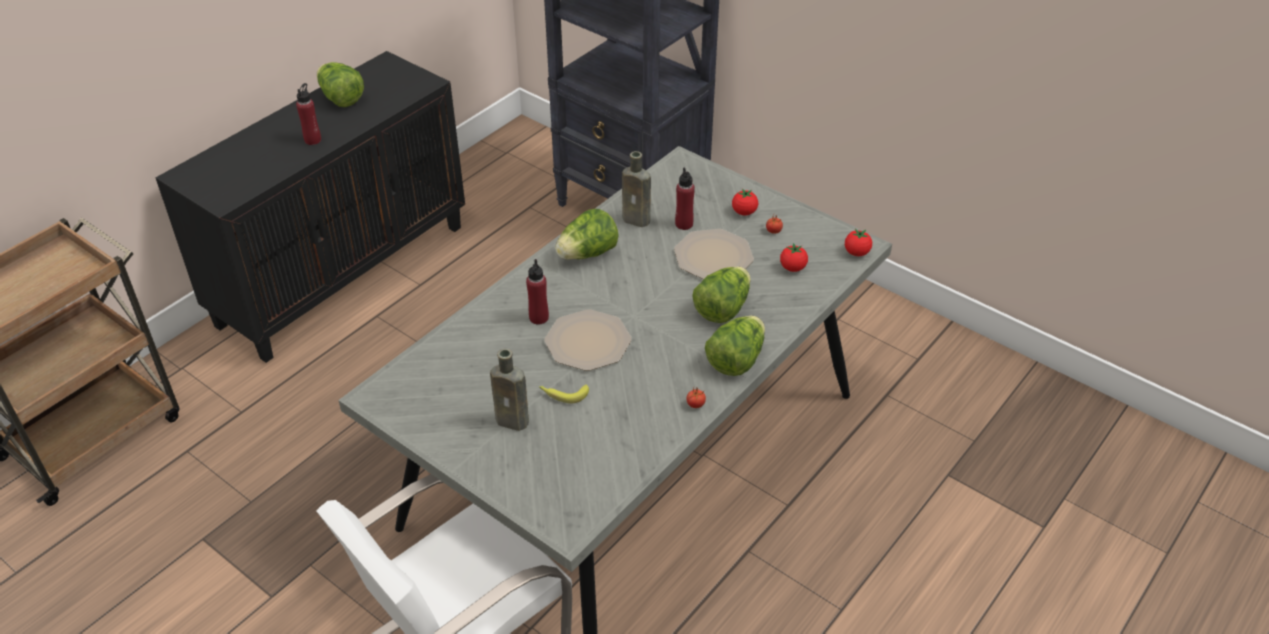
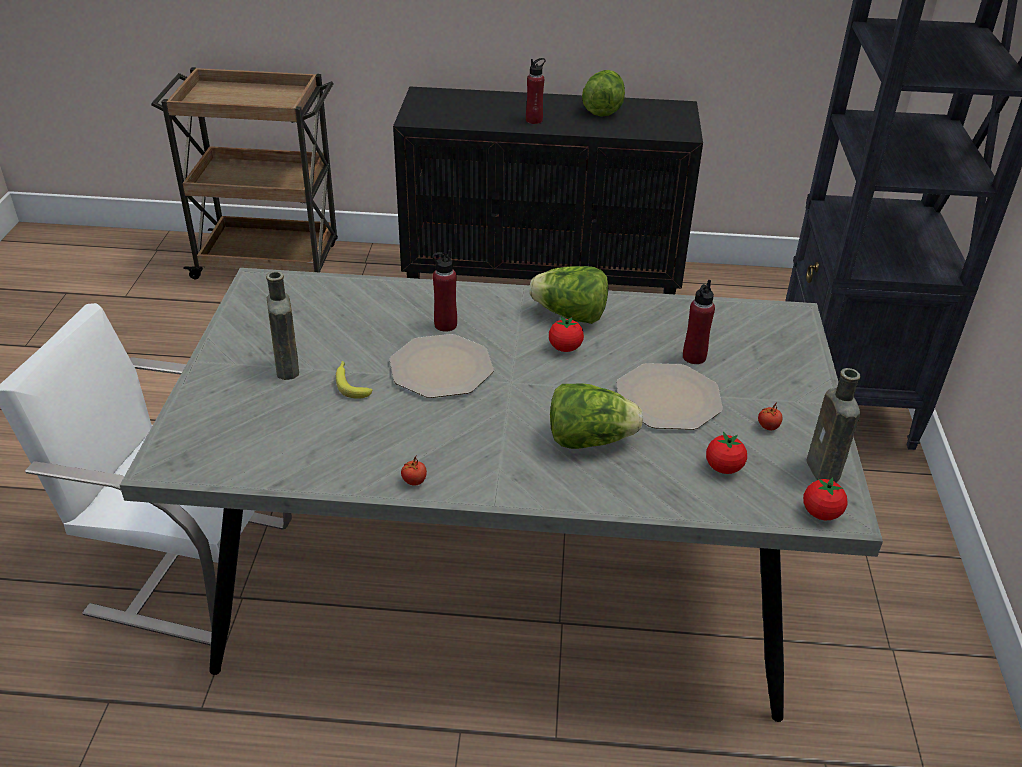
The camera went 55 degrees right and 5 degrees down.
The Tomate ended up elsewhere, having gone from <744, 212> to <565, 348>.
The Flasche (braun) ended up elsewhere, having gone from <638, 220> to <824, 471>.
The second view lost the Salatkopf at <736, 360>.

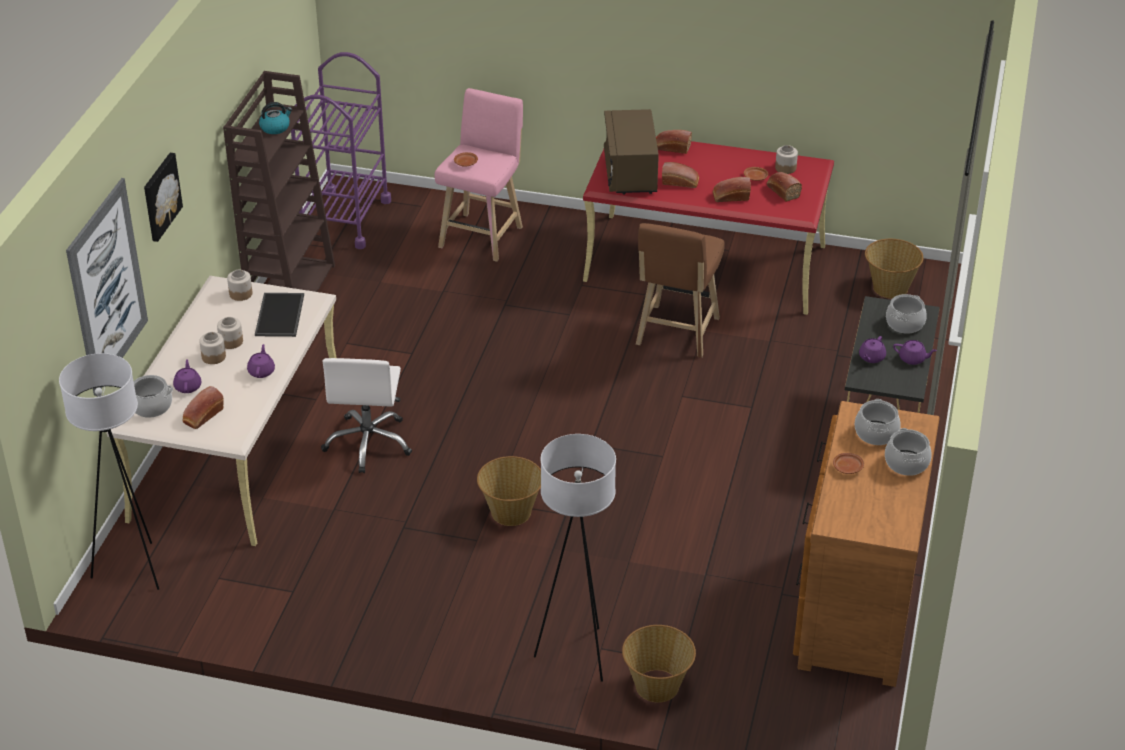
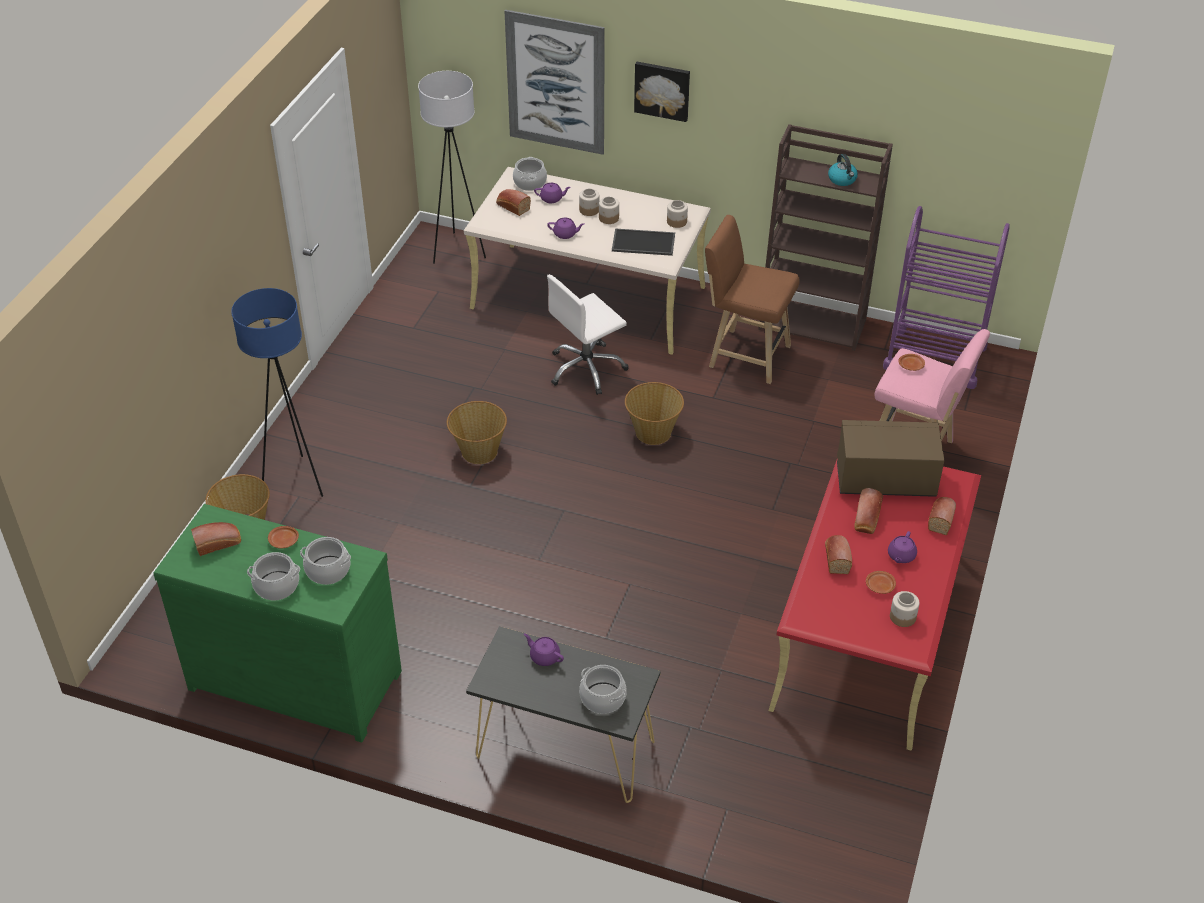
The camera went 95 degrees right and 5 degrees up.
What was the Kommode (braun) at <855, 607> turned into the Kommode (grün) at <296, 677>.
The Brot ended up elsewhere, having gone from <782, 191> to <219, 543>.
What was the Stehlampe (weiß) at <577, 655> turned into the Stehlampe (blau) at <296, 481>.
The Bürostuhl (weiß) at <369, 443> ended up facing another way, 45 degrees counterclockwise from before.
The Korb ended up elsewhere, having gone from <889, 288> to <653, 432>.
The Hocker (braun) ended up elsewhere, having gone from <676, 334> to <745, 355>.
The Teekanne (lila) ended up elsewhere, having gone from <912, 359> to <901, 556>.

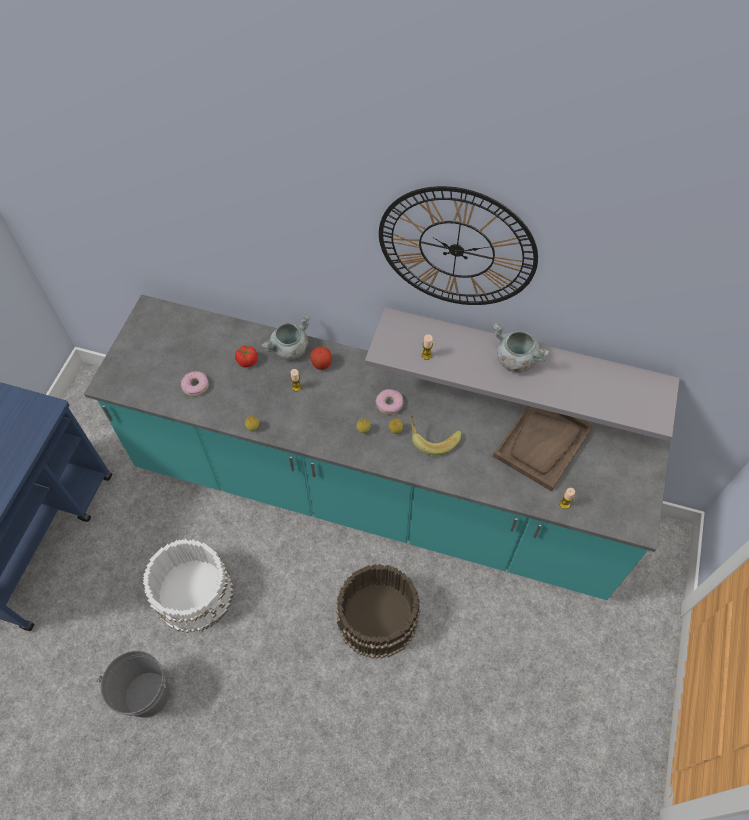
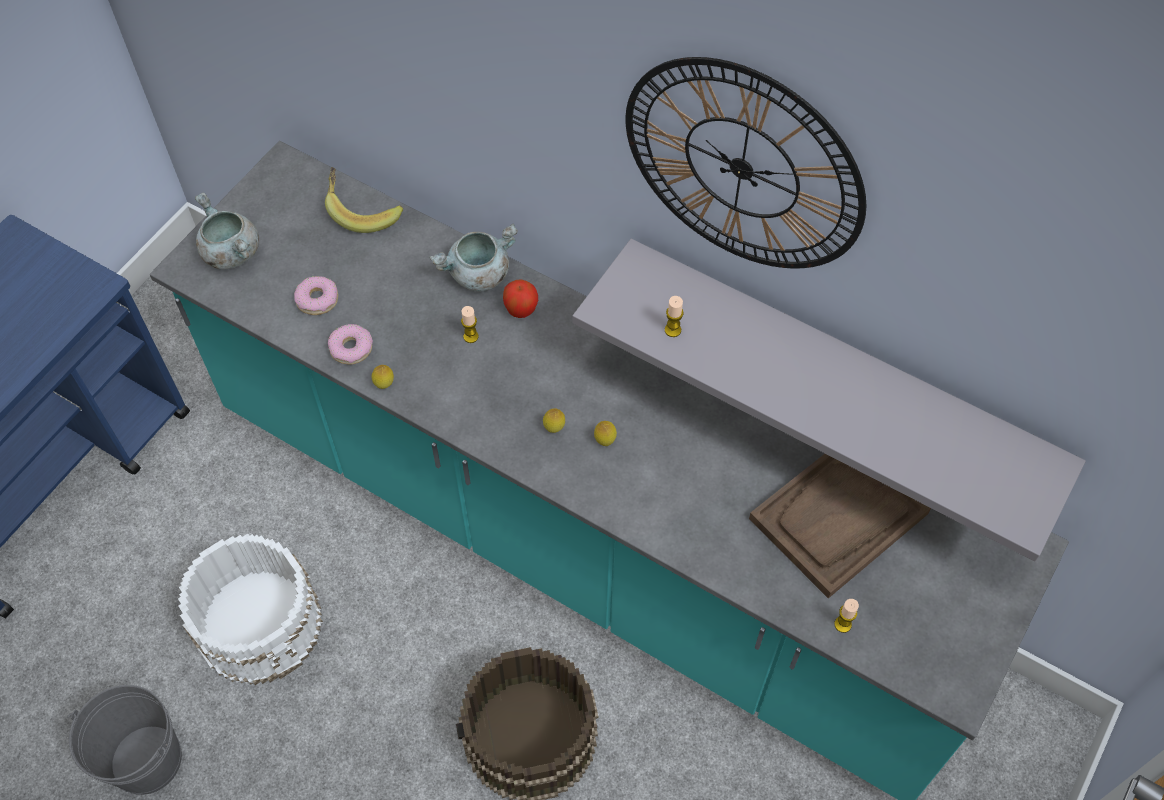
The camera went 15 degrees right and 0 degrees up.
The Kochtopf (grau) ended up elsewhere, having gone from <515, 360> to <230, 252>.
The Banane ended up elsewhere, having gone from <432, 438> to <363, 210>.
The Donut ended up elsewhere, having gone from <389, 404> to <351, 348>.
The second view lost the Tomate at <247, 361>.

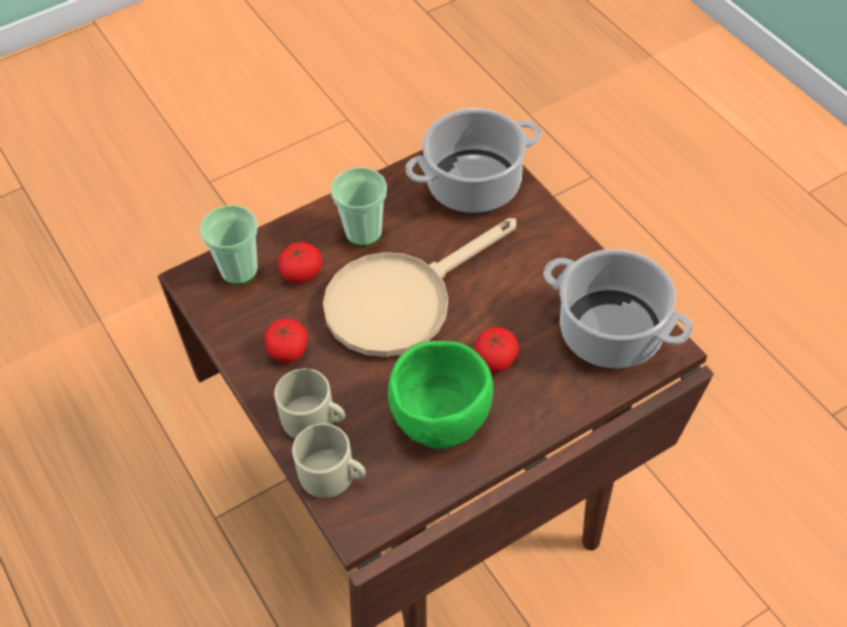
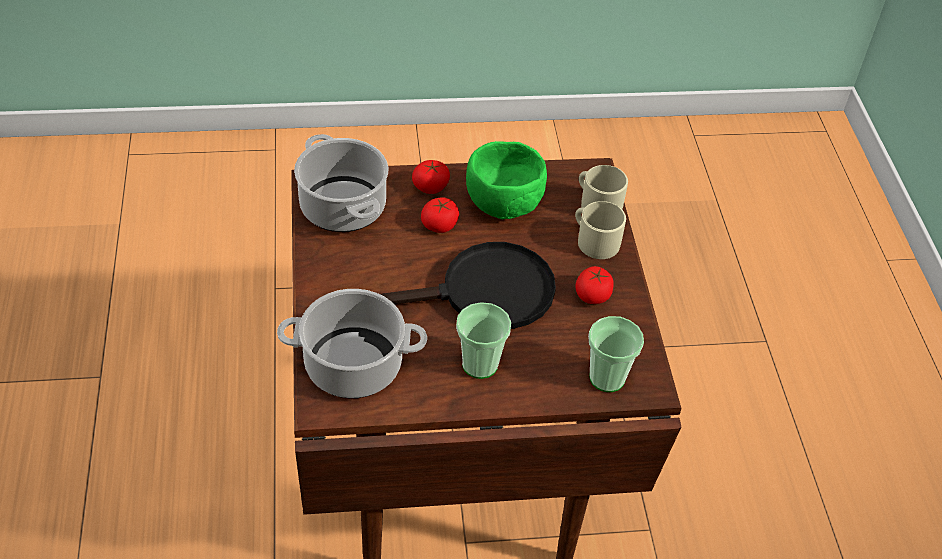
The camera went 160 degrees left and 5 degrees down.
What was the Pfanne (beige) at <402, 299> turned into the Pfanne (schwarz) at <481, 294>.
The Tomate ended up elsewhere, having gone from <301, 272> to <430, 186>.

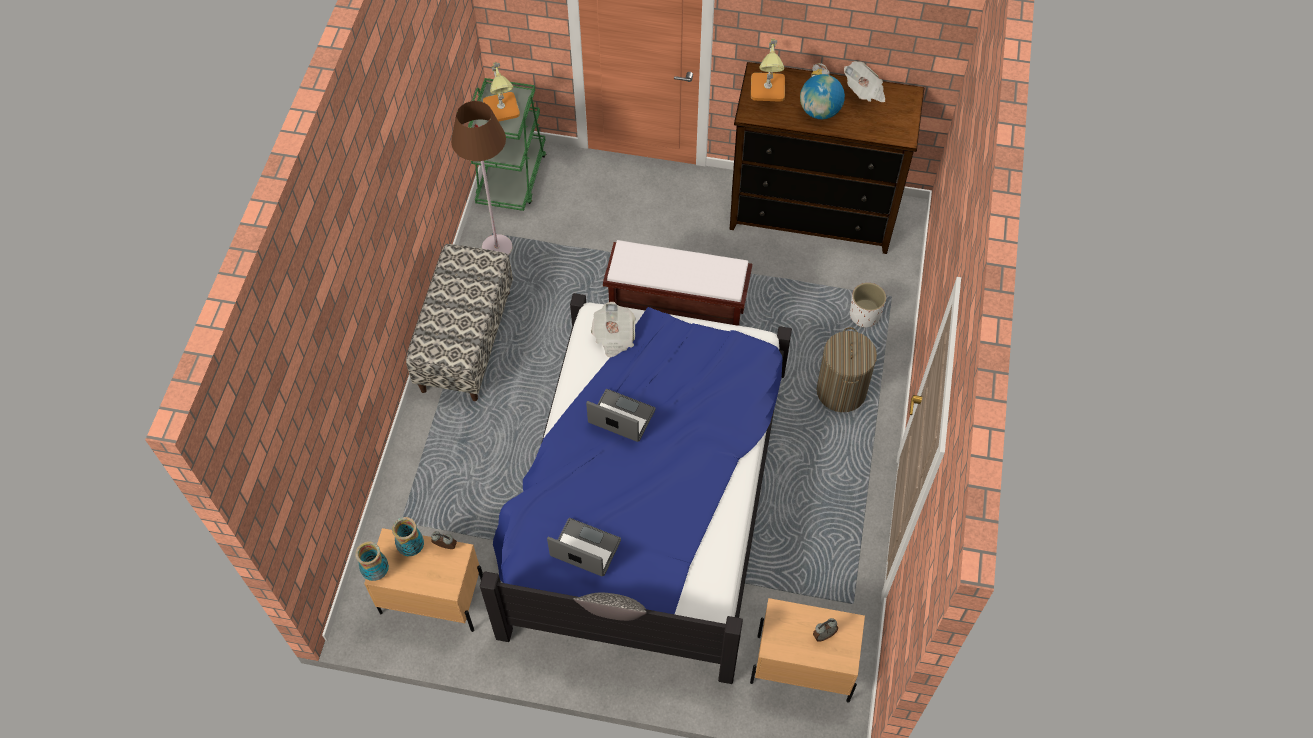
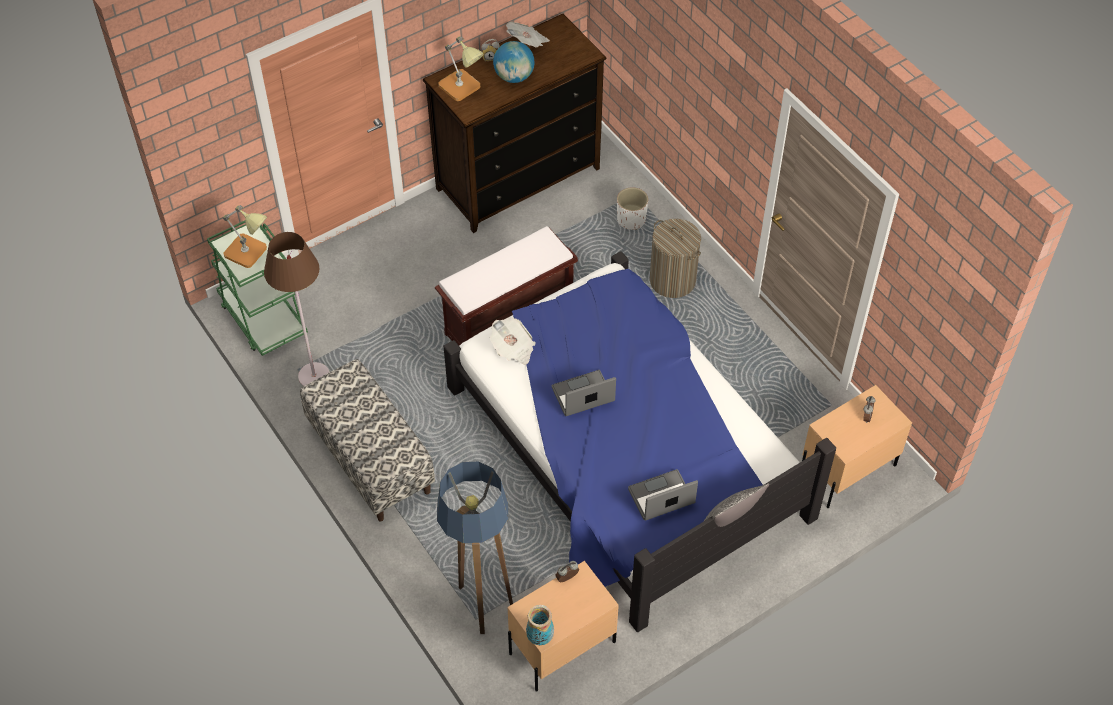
The camera went 45 degrees left and 5 degrees down.
The second view gained the Stehlampe at <480, 604>.
The second view lost the Vase at <411, 548>.

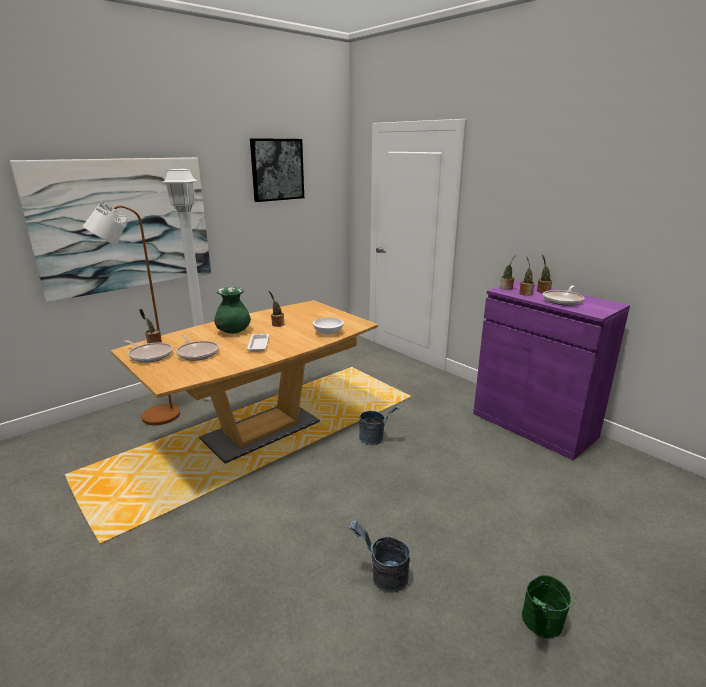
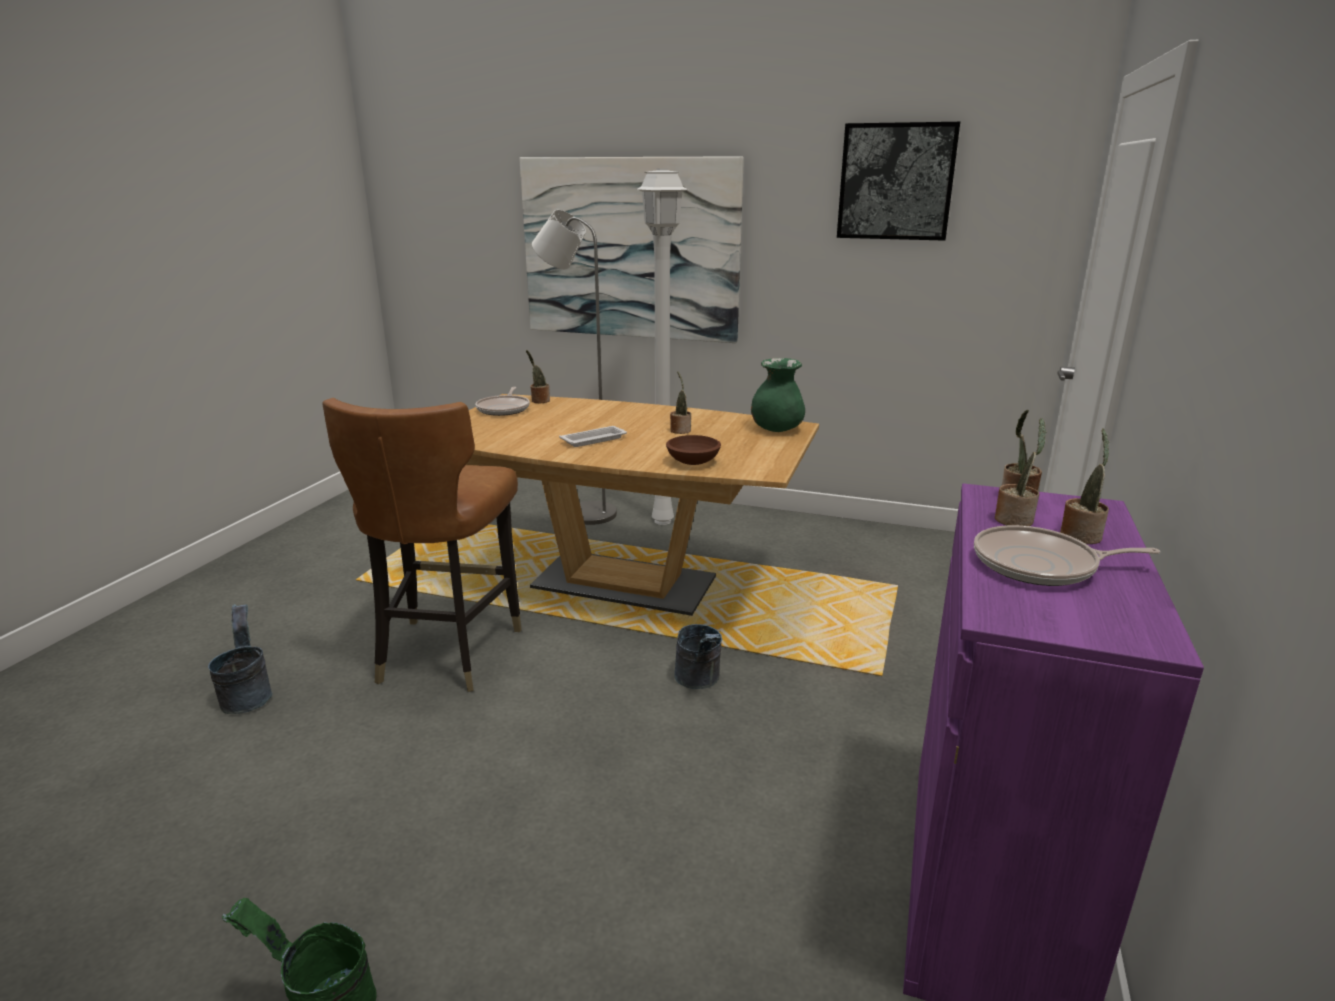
The camera went 60 degrees right and 0 degrees up.
The Eimer (grau) ended up elsewhere, having gone from <383, 576> to <247, 695>.
The second view gained the Stuhl (braun) at <447, 652>.
What was the Stehlampe (braun) at <153, 418> turned into the Stehlampe (grau) at <583, 512>.
What was the Schüssel (weiß) at <328, 332> turned into the Schüssel (braun) at <694, 462>.
The Vase (grün) ended up elsewhere, having gone from <233, 332> to <776, 429>.
The second view lost the Pfanne at <197, 353>.

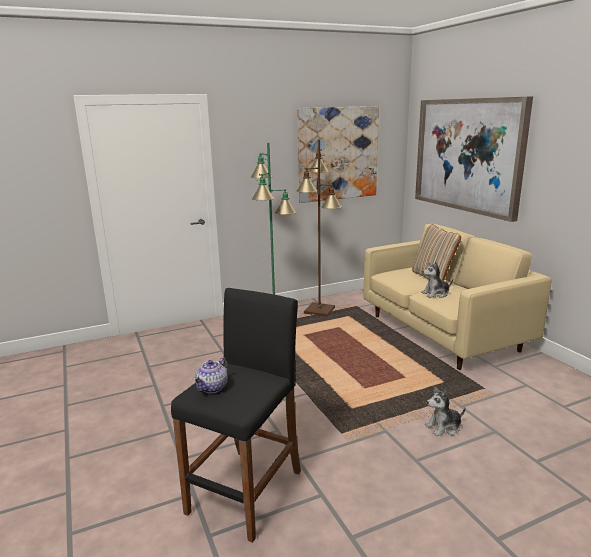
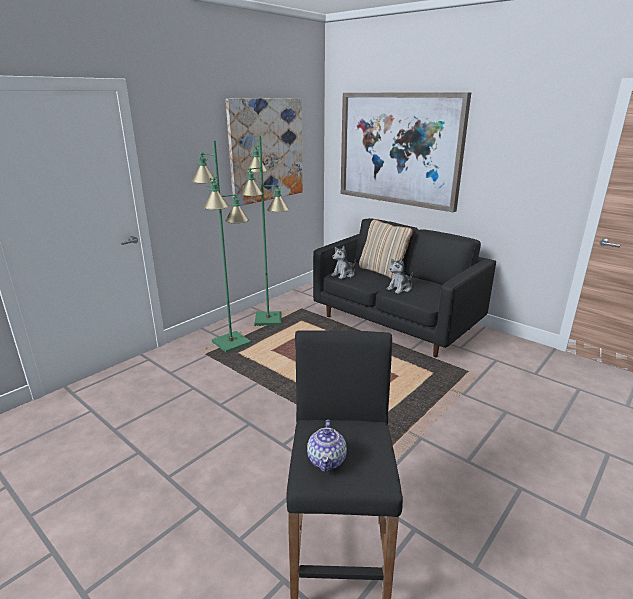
The camera went 25 degrees left and 5 degrees up.
What was the Stehlampe (braun) at <320, 310> turned into the Stehlampe (grün) at <268, 319>.
What was the Sofa (beige) at <442, 332> turned into the Sofa (schwarz) at <396, 322>.
The Plüschtier ended up elsewhere, having gone from <443, 427> to <344, 274>.

